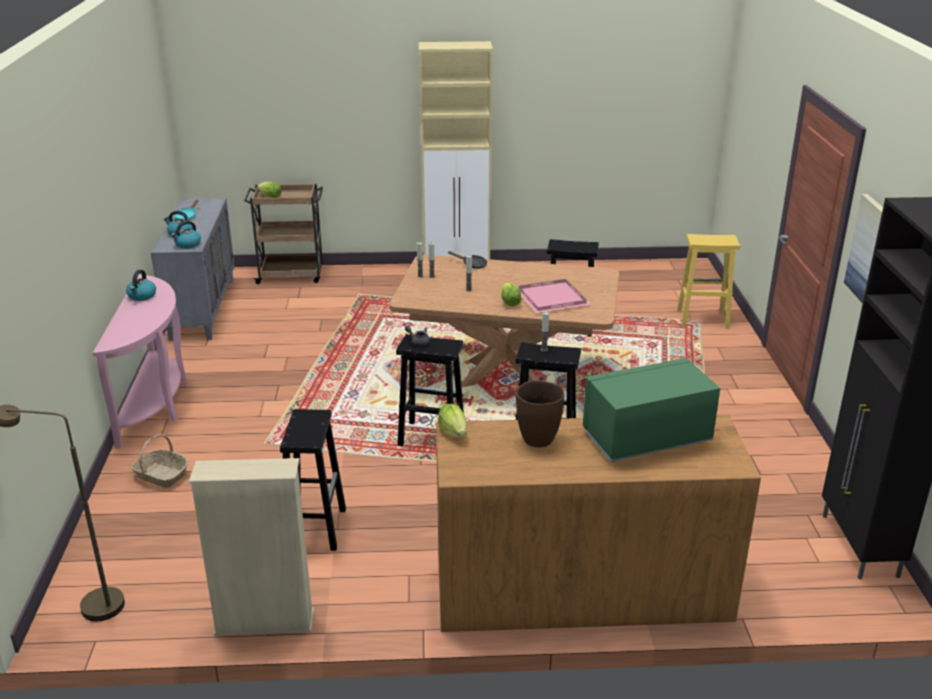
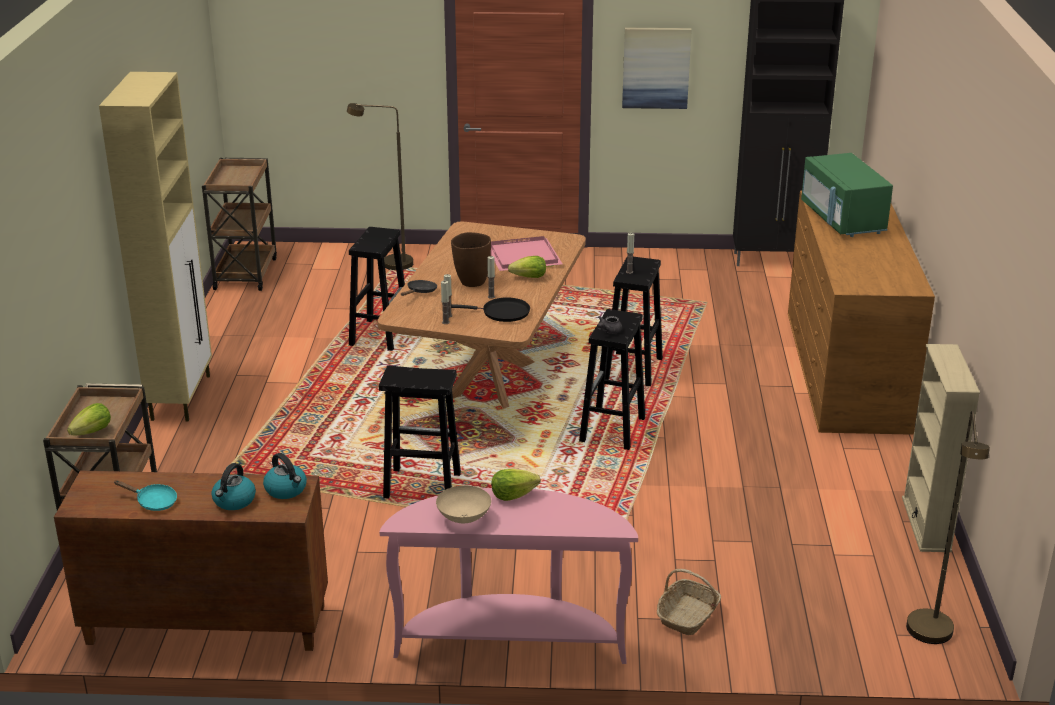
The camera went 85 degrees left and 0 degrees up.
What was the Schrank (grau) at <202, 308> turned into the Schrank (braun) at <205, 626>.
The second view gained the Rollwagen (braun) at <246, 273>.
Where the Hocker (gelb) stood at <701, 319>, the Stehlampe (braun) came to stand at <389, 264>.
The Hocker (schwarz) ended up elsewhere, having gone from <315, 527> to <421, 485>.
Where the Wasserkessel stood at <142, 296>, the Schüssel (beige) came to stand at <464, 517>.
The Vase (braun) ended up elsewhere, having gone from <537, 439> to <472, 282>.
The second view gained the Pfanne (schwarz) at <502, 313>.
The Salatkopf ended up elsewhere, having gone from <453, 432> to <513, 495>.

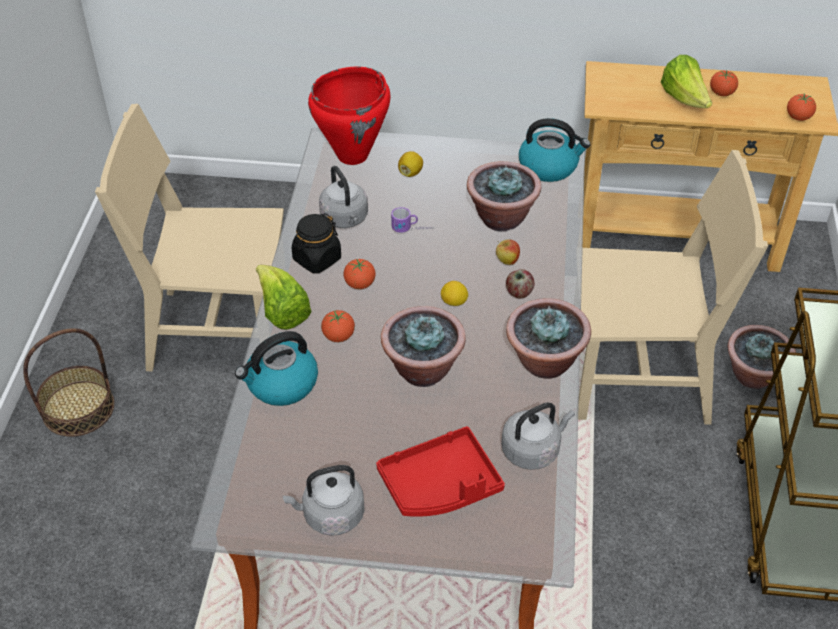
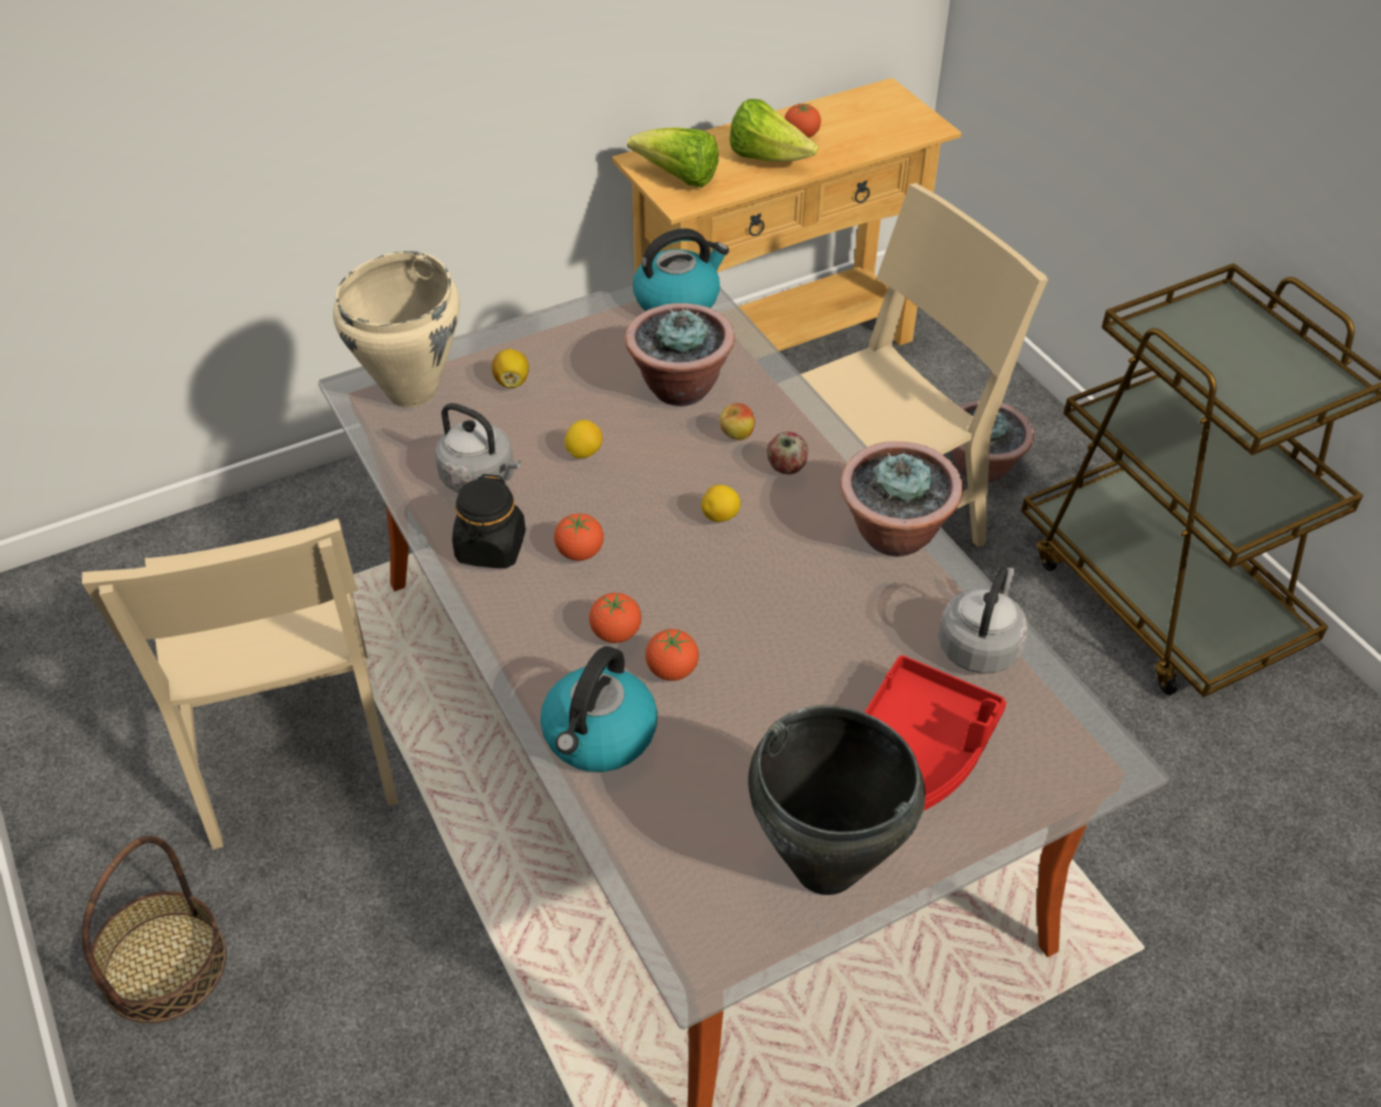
The camera went 35 degrees left and 0 degrees up.
The Stuhl (beige) at <219, 331> ended up facing another way, 75 degrees counterclockwise from before.
What was the Kochtopf (rot) at <353, 155> turned into the Kochtopf (beige) at <413, 392>.
Where the Henkelbecher stood at <412, 230>, the Zitrone came to stand at <584, 452>.
The Salatkopf ended up elsewhere, having gone from <282, 312> to <678, 178>.
The Tomate ended up elsewhere, having gone from <798, 117> to <672, 670>.
Where the Wasserkessel (grau) stood at <330, 516>, the Kochtopf (schwarz) came to stand at <826, 868>.
The second view lost the Topfpflanze at <422, 369>.

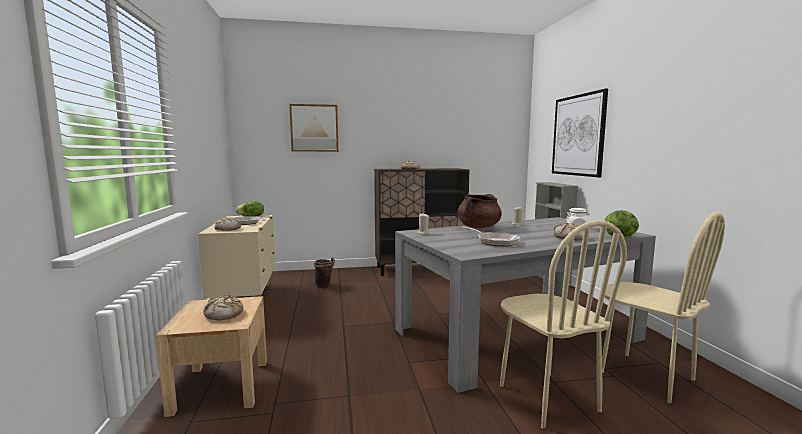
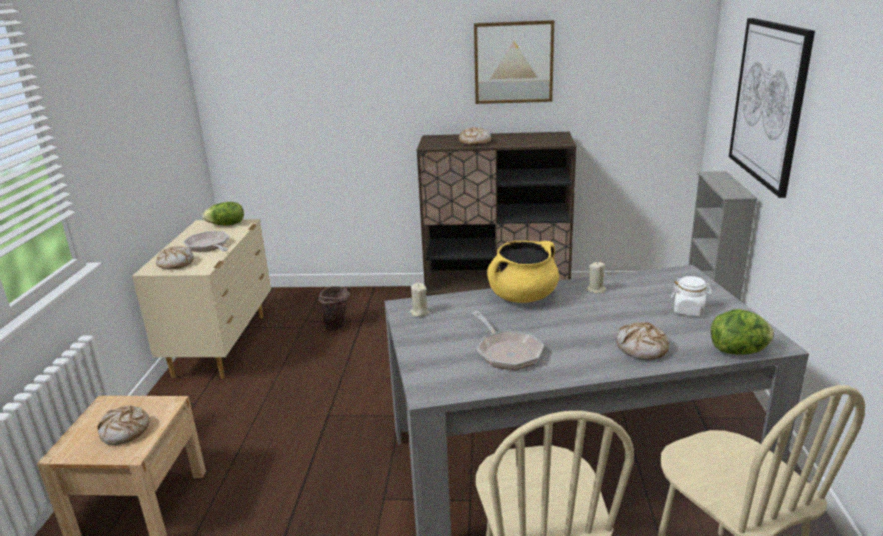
The camera went 15 degrees right and 15 degrees up.
The Bild ended up elsewhere, having gone from <314, 128> to <513, 62>.
What was the Kochtopf (braun) at <479, 227> turned into the Kochtopf (gelb) at <522, 296>.

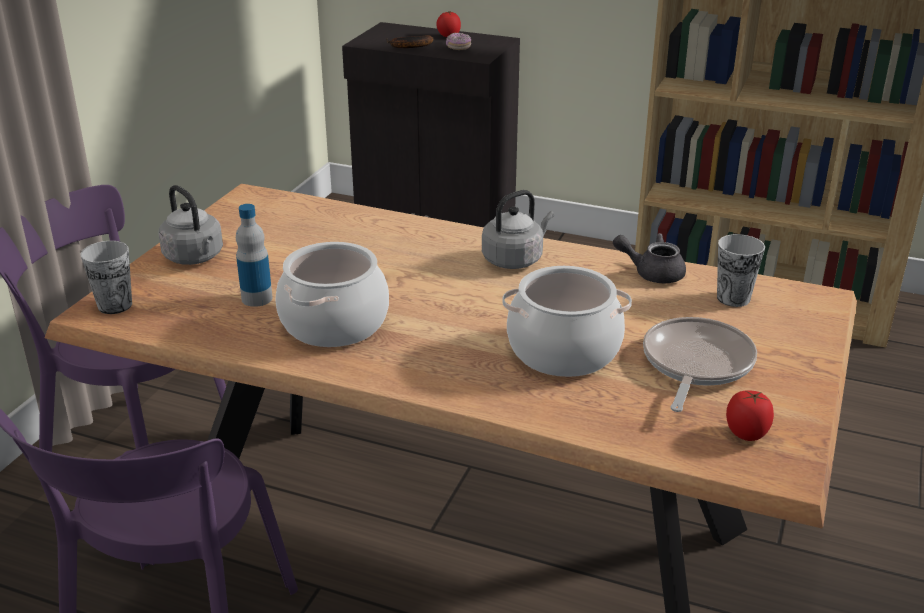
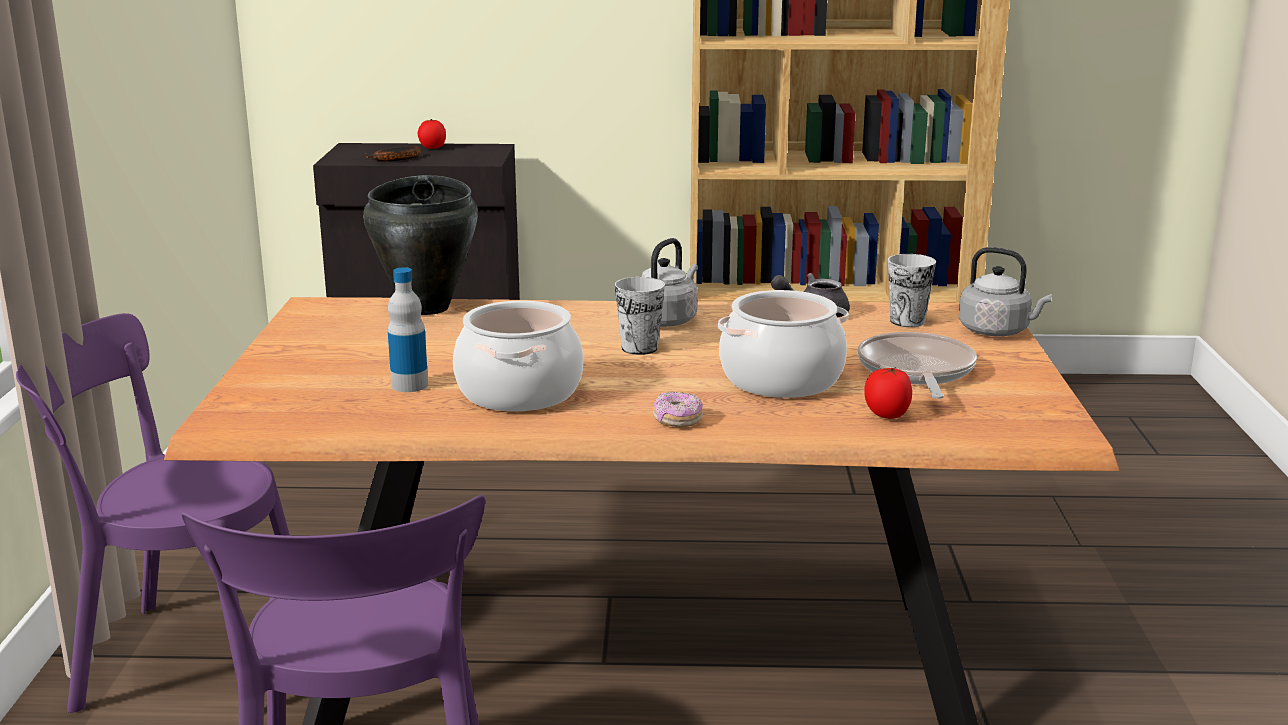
The camera went 20 degrees left and 10 degrees down.
The second view gained the Kochtopf (schwarz) at <427, 307>.
The Tasse ended up elsewhere, having gone from <115, 305> to <639, 348>.
The Donut ended up elsewhere, having gone from <458, 47> to <677, 420>.
The Tomate ended up elsewhere, having gone from <746, 434> to <886, 415>.
The Wasserkessel (grau) ended up elsewhere, having gone from <195, 258> to <997, 331>.

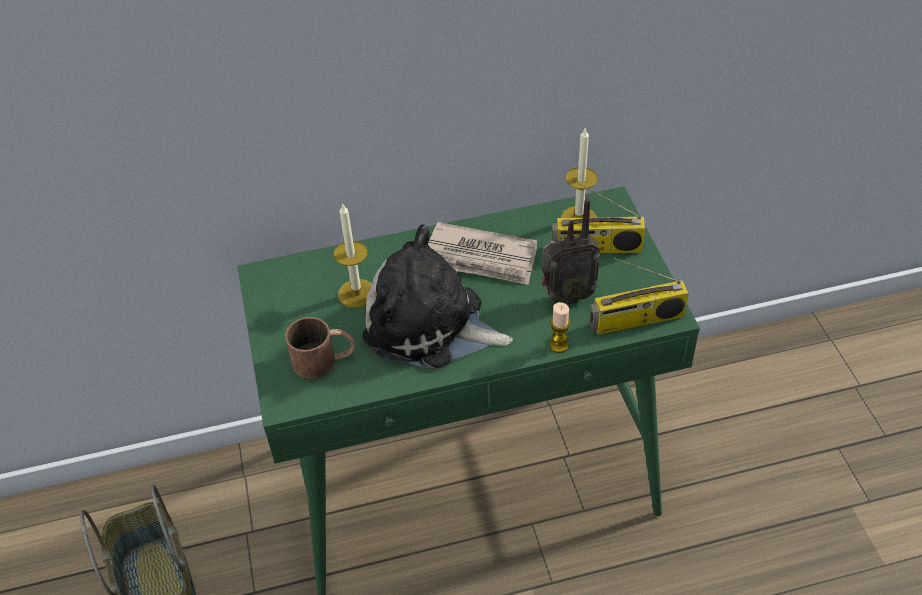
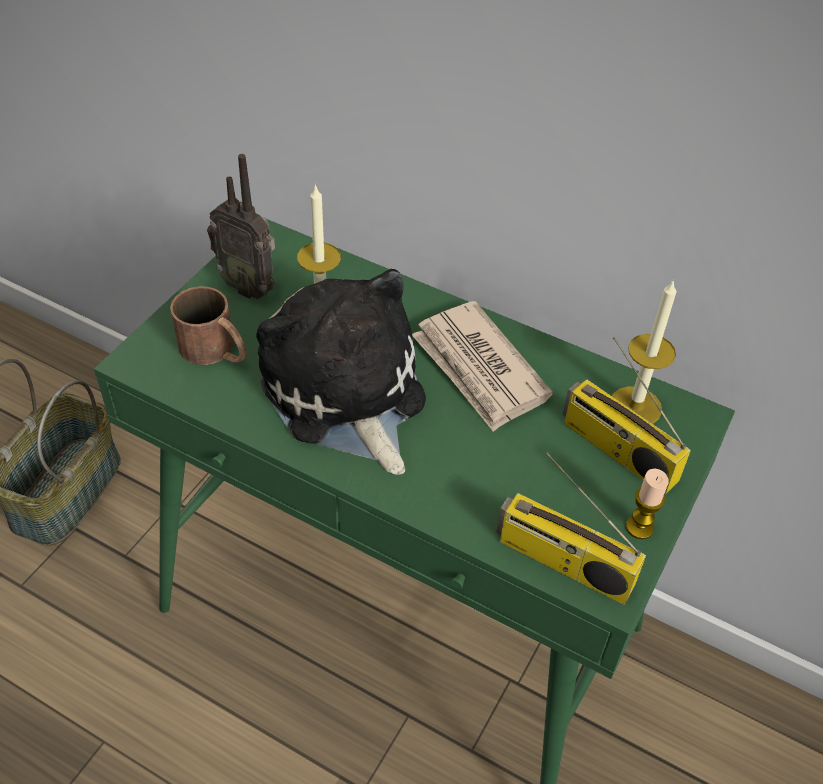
The camera went 40 degrees right and 0 degrees up.
The Radio ended up elsewhere, having gone from <566, 295> to <249, 286>.
The Kerze ended up elsewhere, having gone from <559, 345> to <639, 527>.

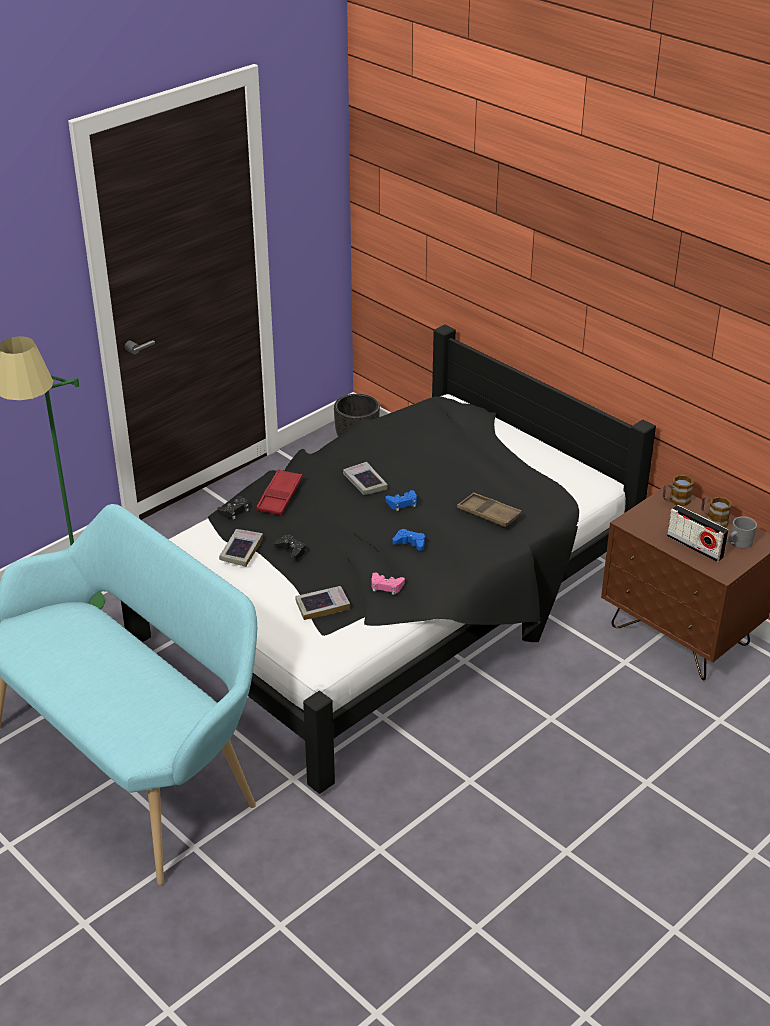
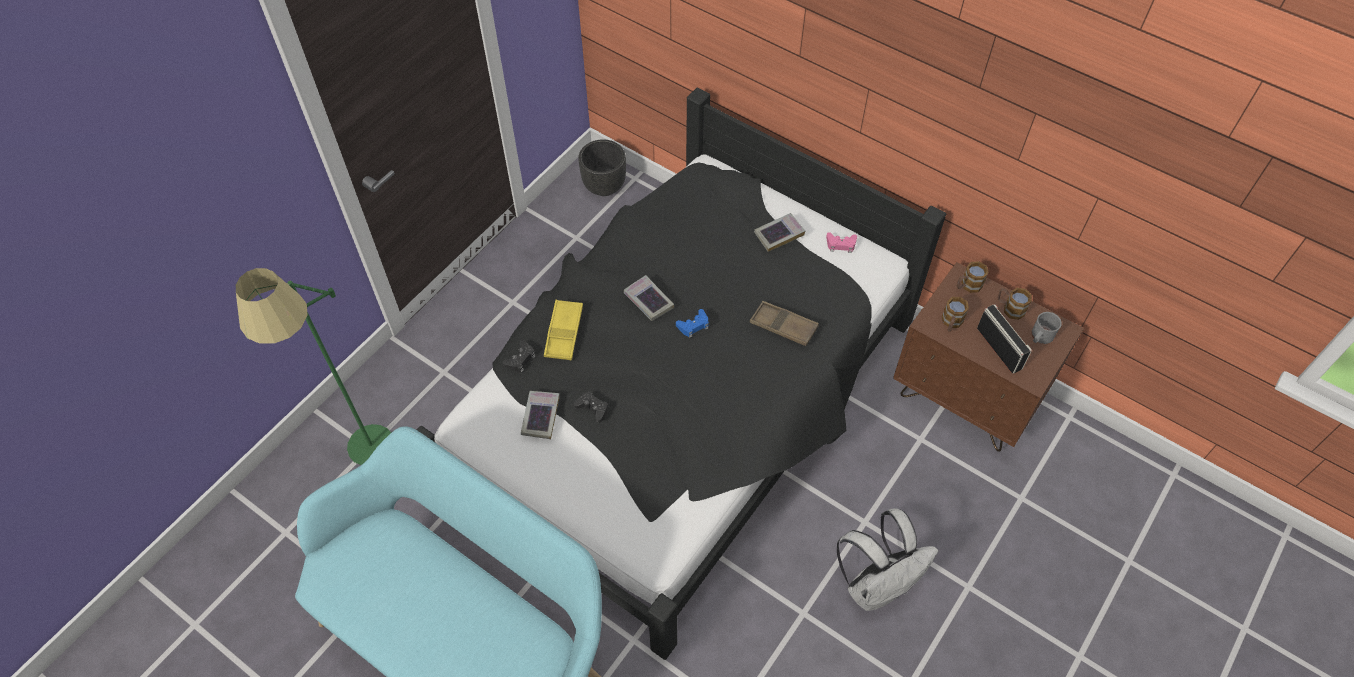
The camera went 10 degrees left and 20 degrees up.
What was the Tablett (rot) at <280, 496> turned into the Tablett (gelb) at <564, 333>.
The Buch ended up elsewhere, having gone from <322, 606> to <779, 234>.
The Gamepad (rosa) ended up elsewhere, having gone from <386, 586> to <841, 244>.
The second view gained the Rucksack (weiß) at <876, 585>.
The second view gained the Henkelbecher at <951, 323>.
The Radio at <695, 546> ended up facing another way, 150 degrees counterclockwise from before.
The second view lost the Gamepad (blau) at <410, 543>.

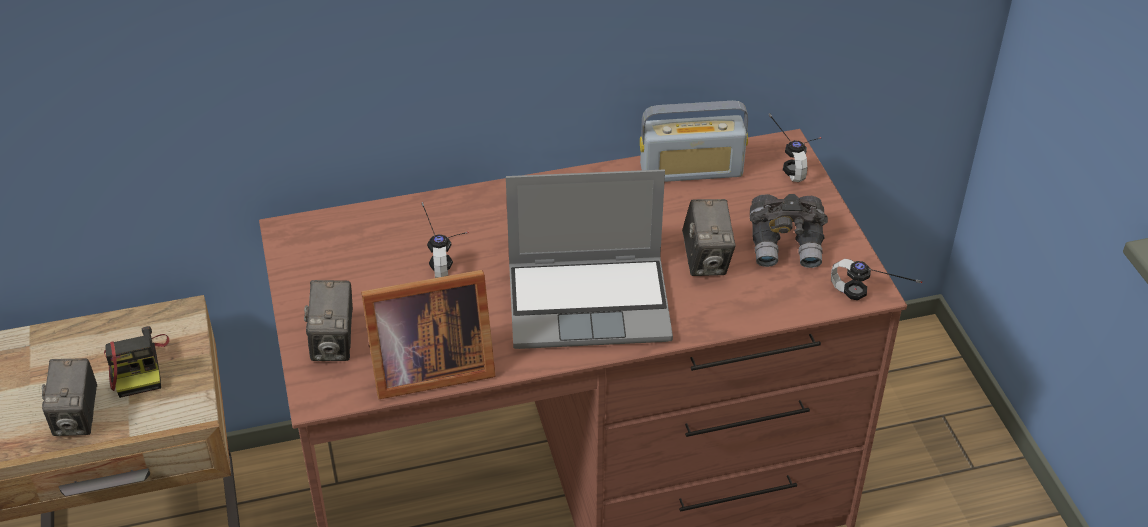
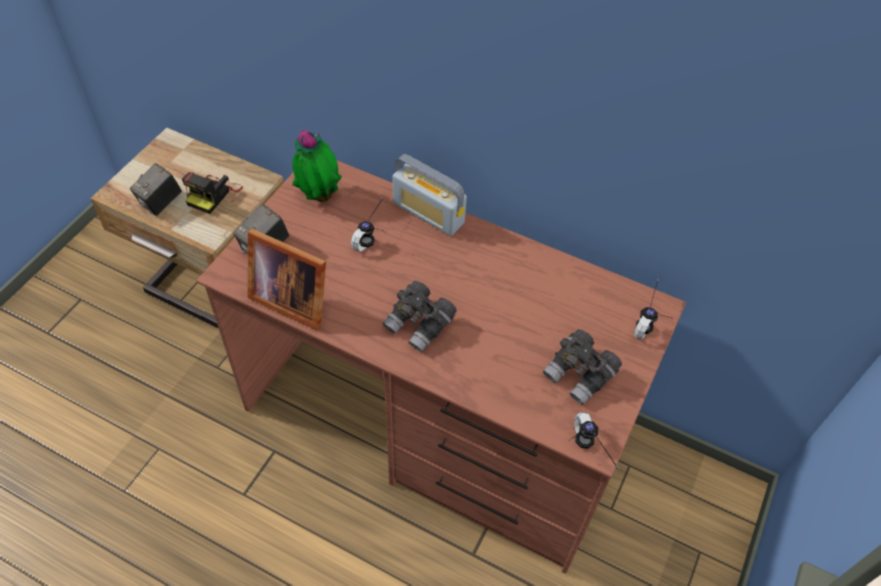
The camera went 40 degrees right and 10 degrees up.
The second view gained the Topfpflanze at <319, 196>.
Where the Laptop stood at <591, 303>, the Fernglas (grau) came to stand at <420, 325>.
The Radio ended up elsewhere, having gone from <691, 170> to <428, 213>.
The second view lost the Kamera at <706, 260>.

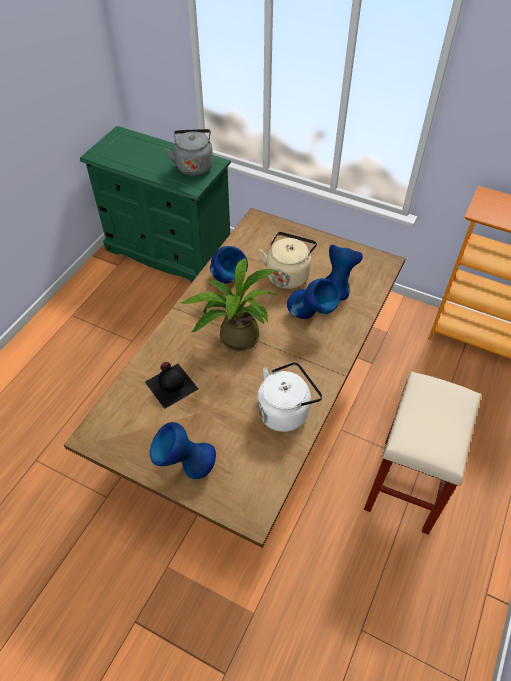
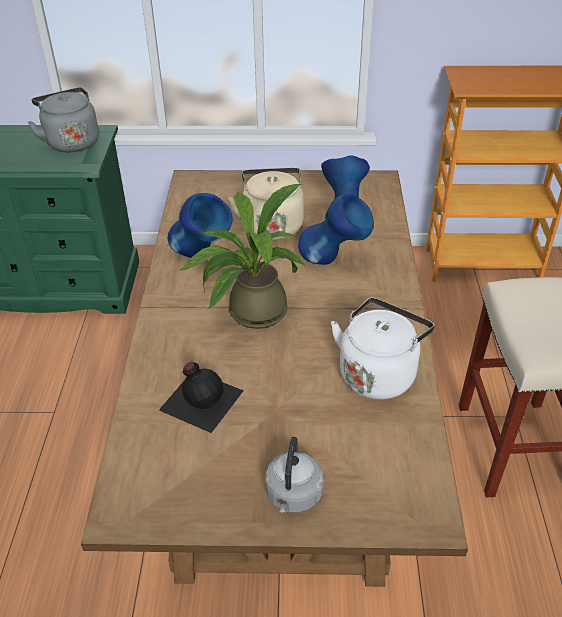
The camera went 25 degrees left and 10 degrees down.
Where the Vase (blau) stood at <185, 468>, the Wasserkessel (grau) came to stand at <293, 496>.

